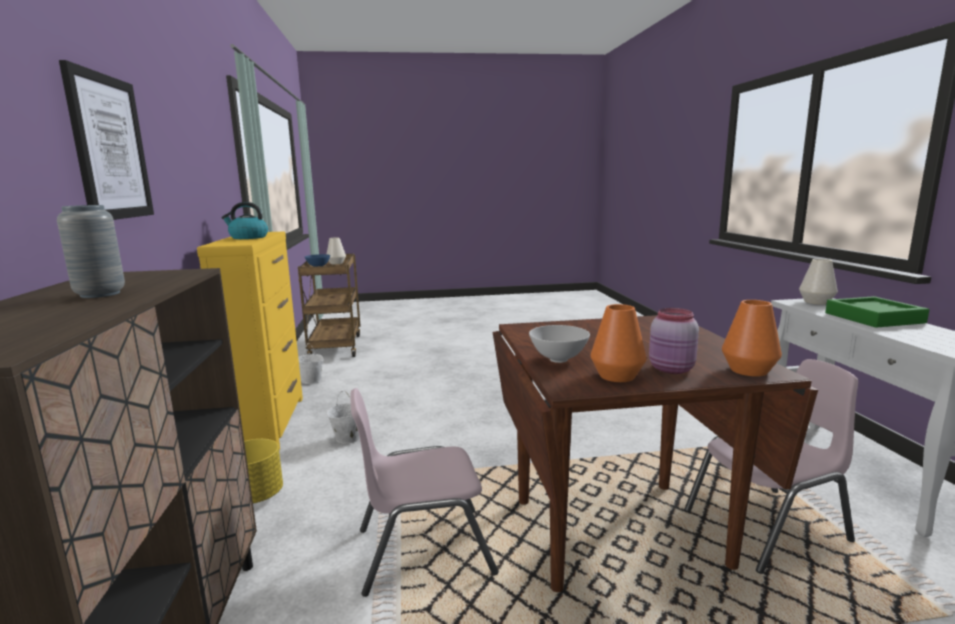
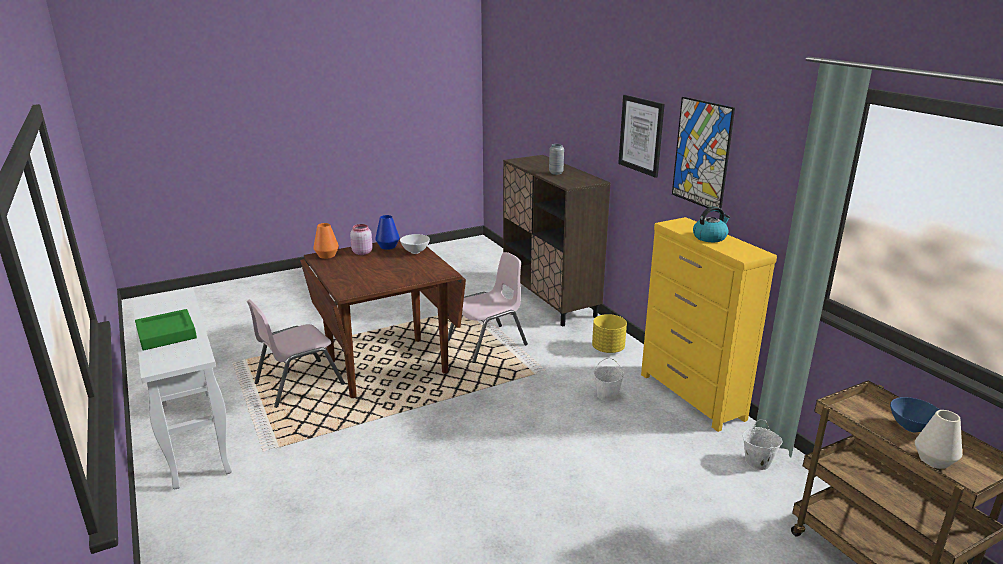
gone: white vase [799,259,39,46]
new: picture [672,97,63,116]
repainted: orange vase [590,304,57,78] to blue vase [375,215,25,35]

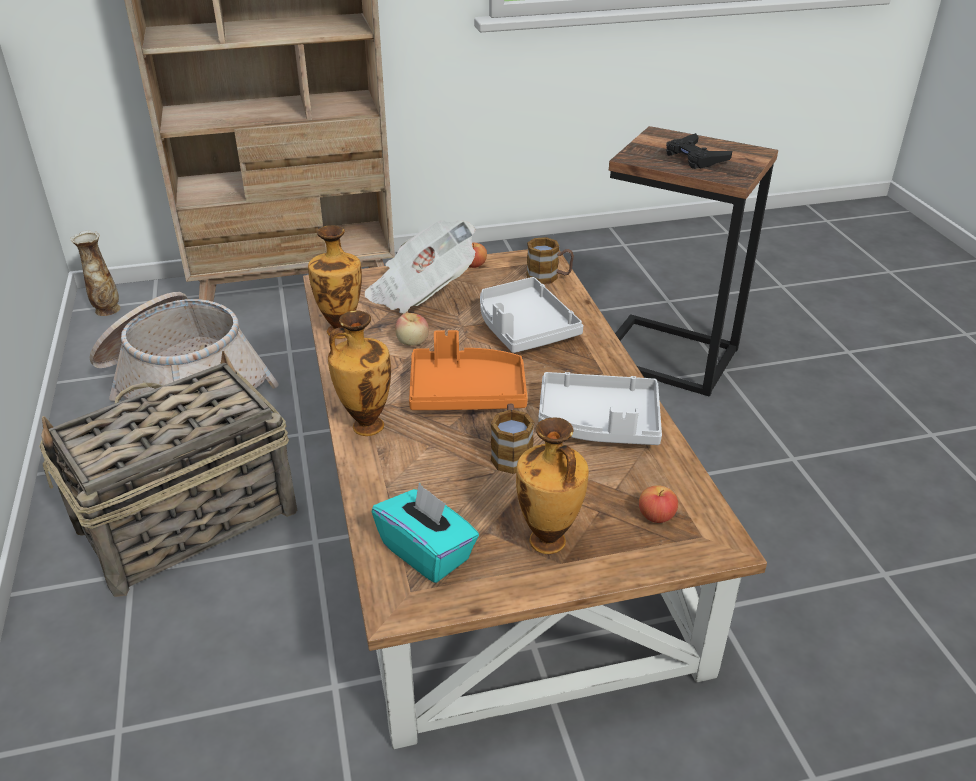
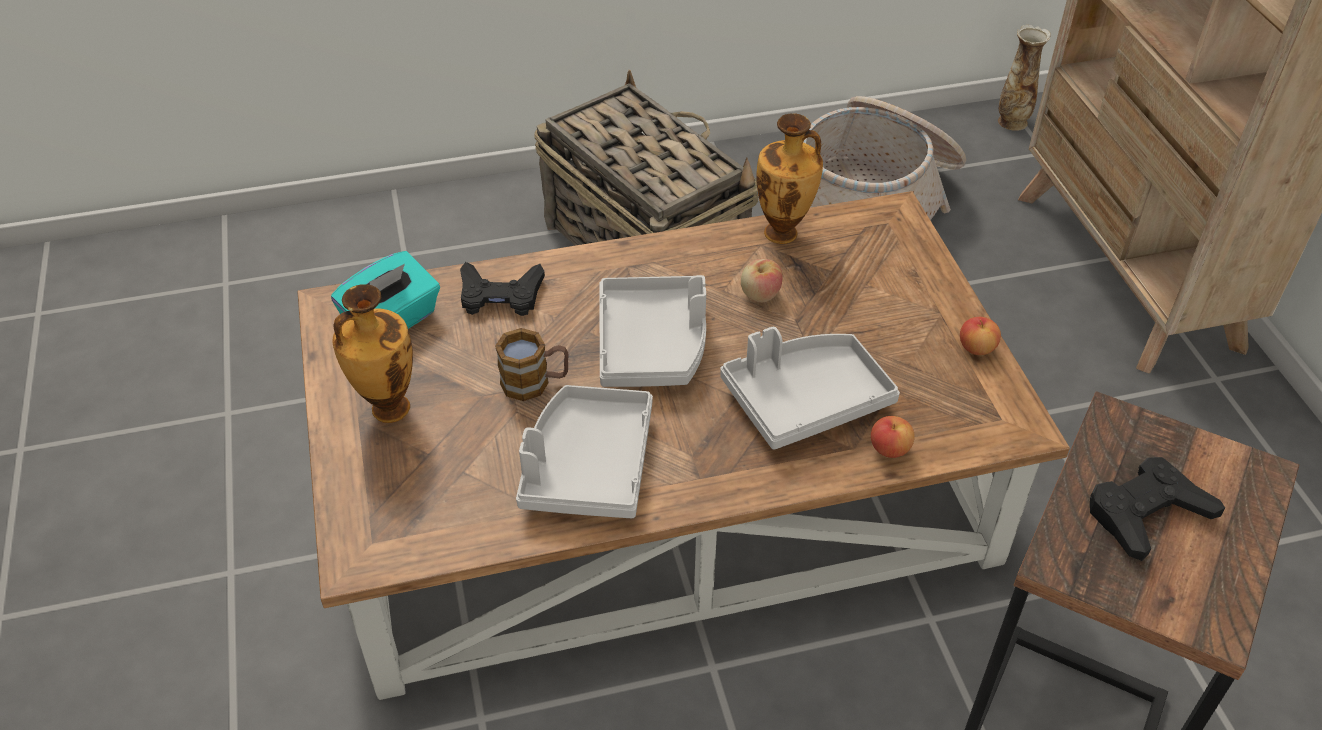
gone: vase [328,310,63,126]; newspaper [365,220,111,94]; mug [526,237,48,47]
new: black game controller [460,262,85,54]
shifted: apple [639,485,39,38] to [871,416,44,42]
repainted: orange tray [409,330,119,80] to grey tray [600,275,106,112]

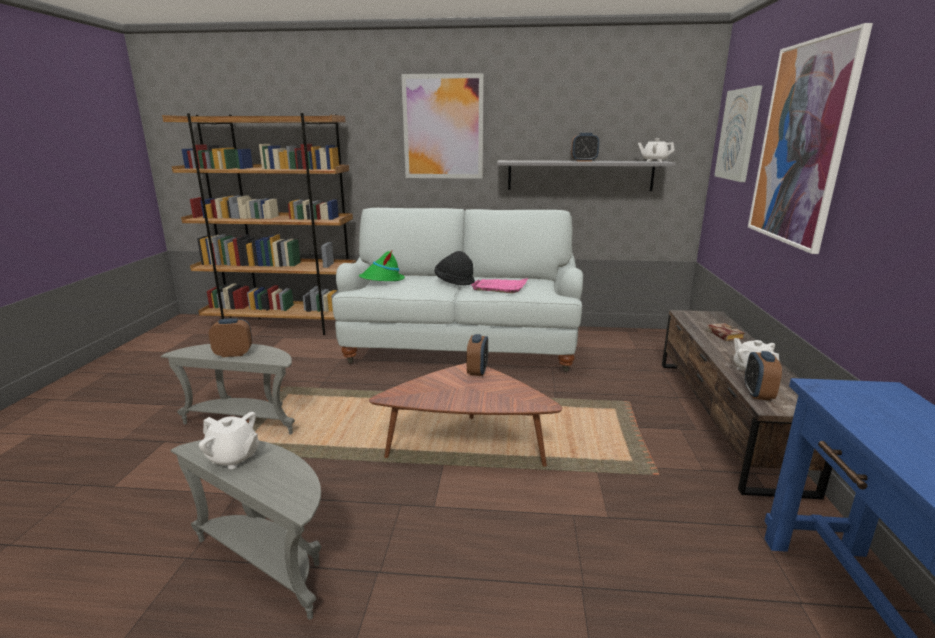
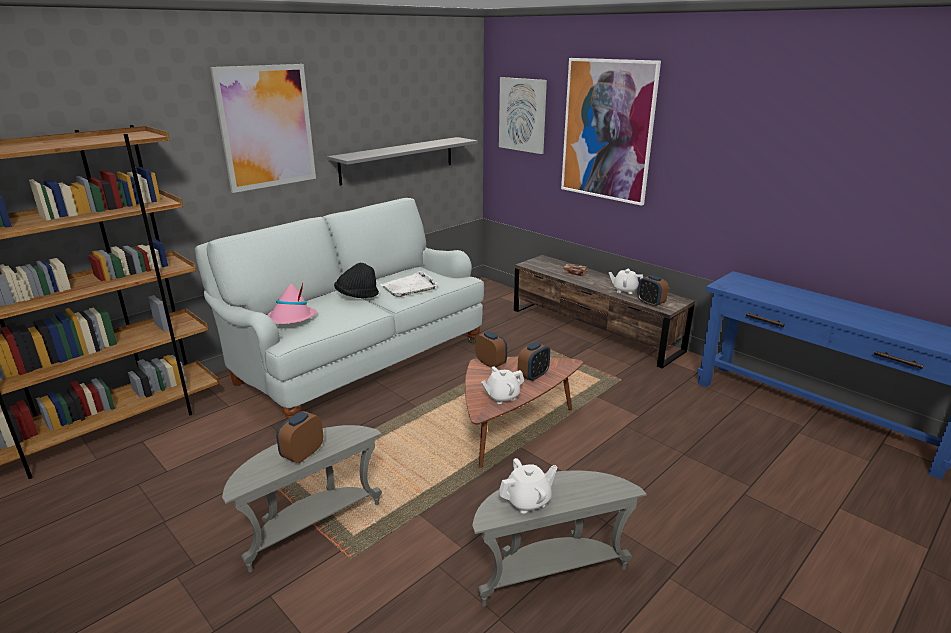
shifted: white teapot [638,138,37,24] to [481,367,43,37]; alarm clock [571,133,28,28] to [518,342,32,39]
repainted: green hat [359,251,46,30] to pink hat [267,283,49,41]; pink tray [471,278,57,15] to white tray [380,271,58,26]

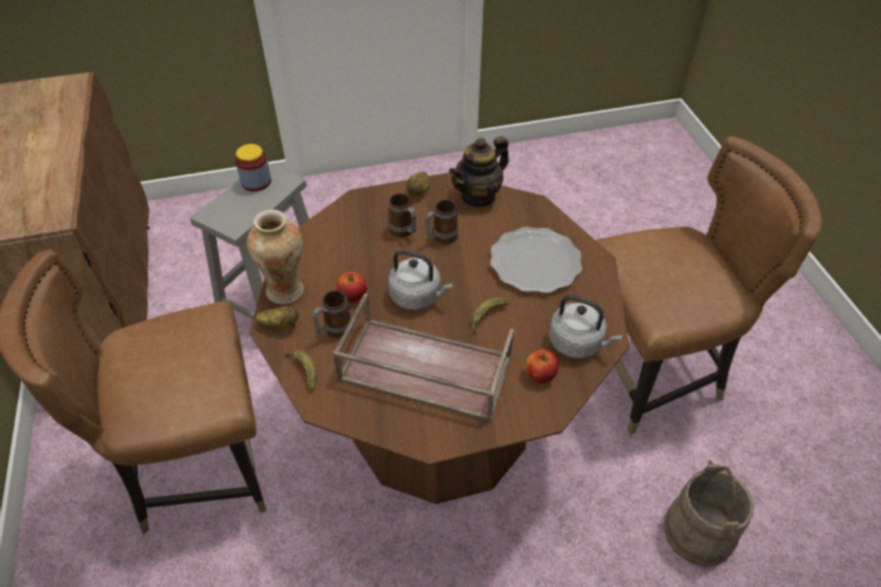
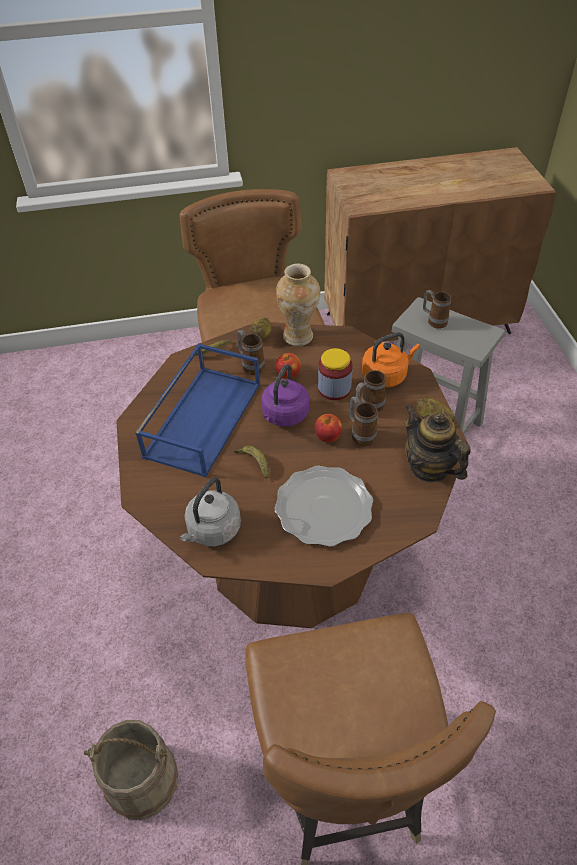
new: orange kettle [362,332,58,55]; mug [423,290,28,39]
shifted: apple [526,349,33,34] to [314,414,28,29]; jar [235,144,36,47] to [318,348,35,52]
repainted: brown tray [333,293,181,129] to blue tray [135,343,125,135]; grey kettle [388,249,65,61] to purple kettle [262,364,47,63]

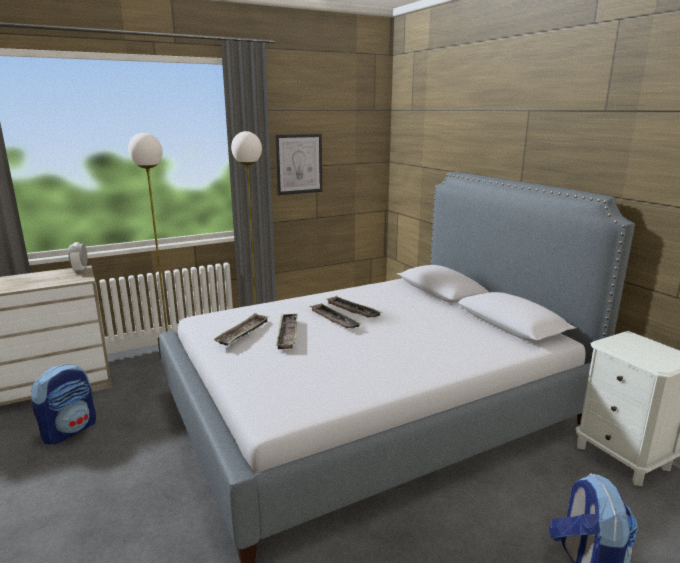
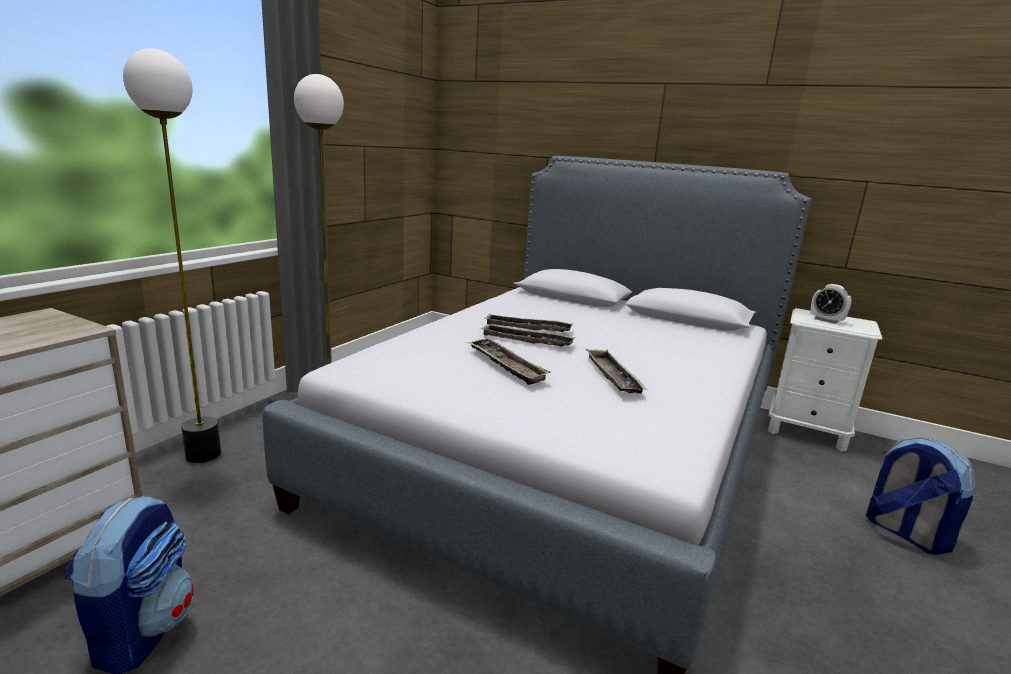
gone: picture [275,134,47,61]
shifted: tray [213,313,56,33] to [586,349,61,45]; alarm clock [68,242,20,31] to [810,284,41,40]

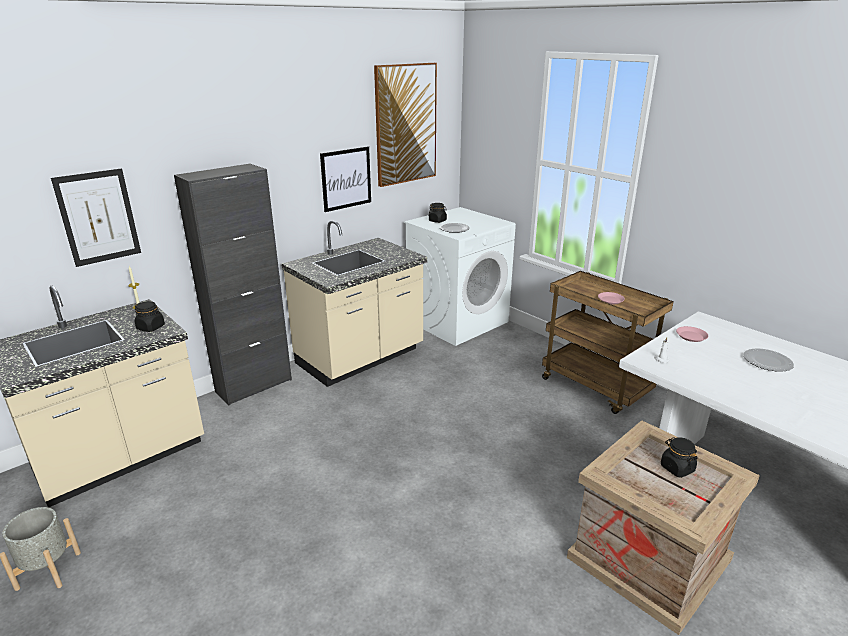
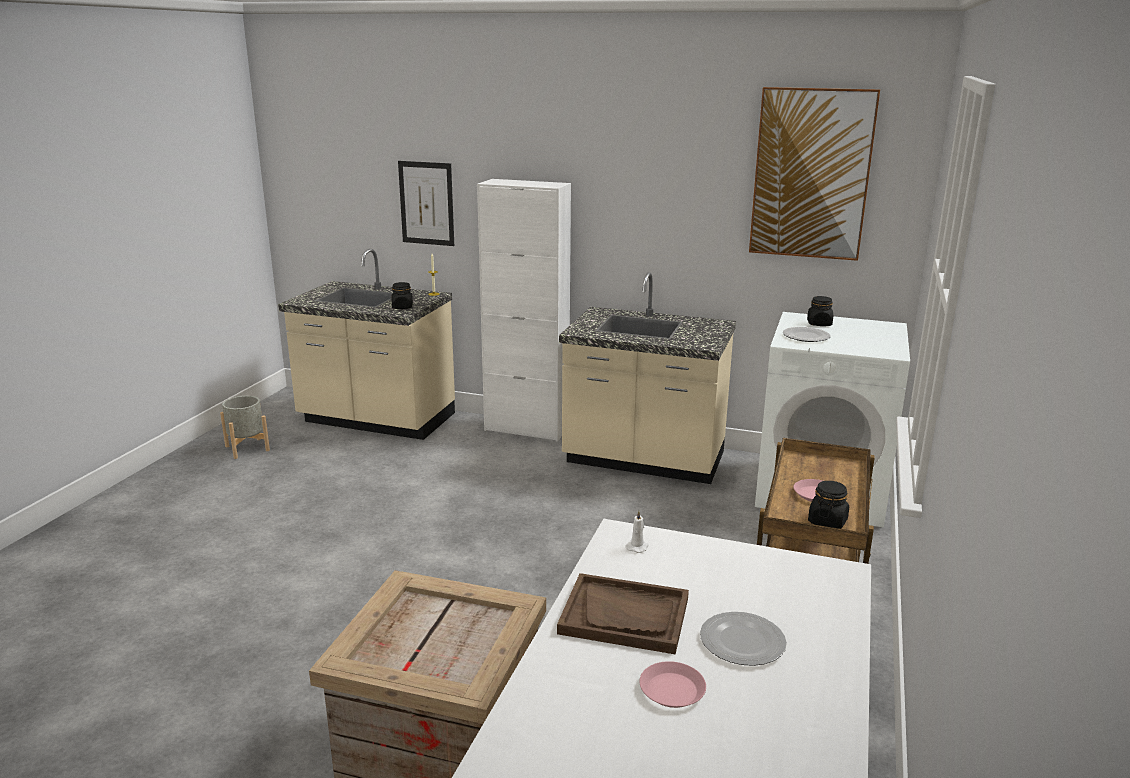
gone: picture [320,146,51,66]
new: brown tray [557,573,132,81]
shifted: pink plate [676,326,32,16] to [639,661,67,47]; black jar [661,437,37,41] to [808,481,41,48]
repainted: black cabinet [174,164,118,241] to white cabinet [477,179,94,263]

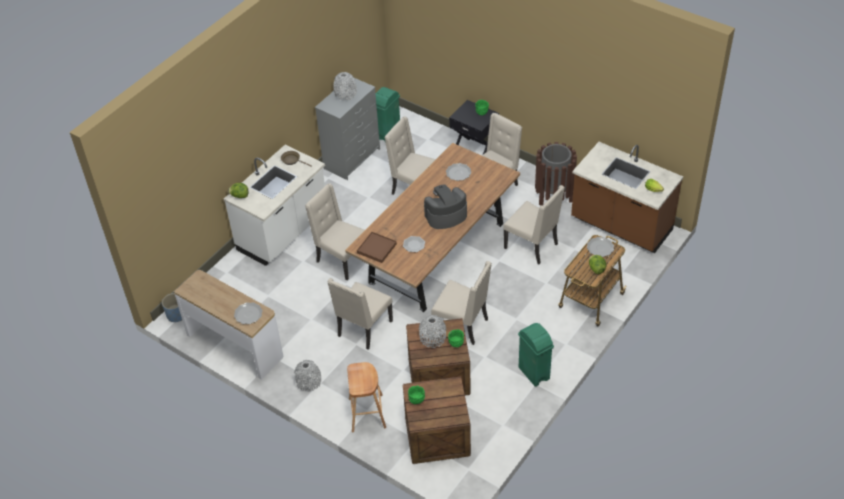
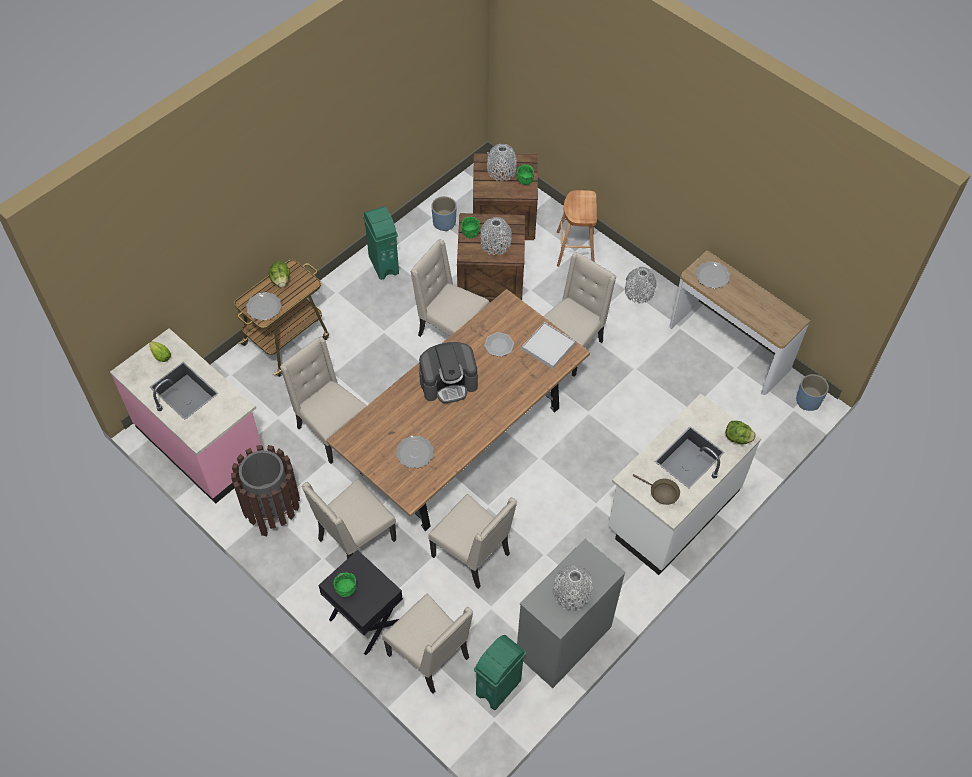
new: blue planter [431,196,26,35]; grey vase [487,144,30,37]
shifted: beige chair [305,183,60,97] to [382,594,91,100]
repainted: brown counter [571,142,112,111] to pink counter [110,328,151,176]; brown tray [357,232,40,31] to white tray [522,322,53,47]

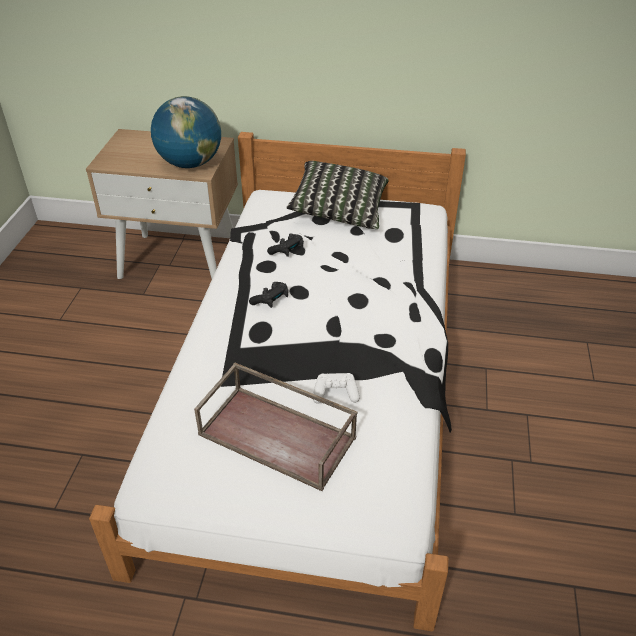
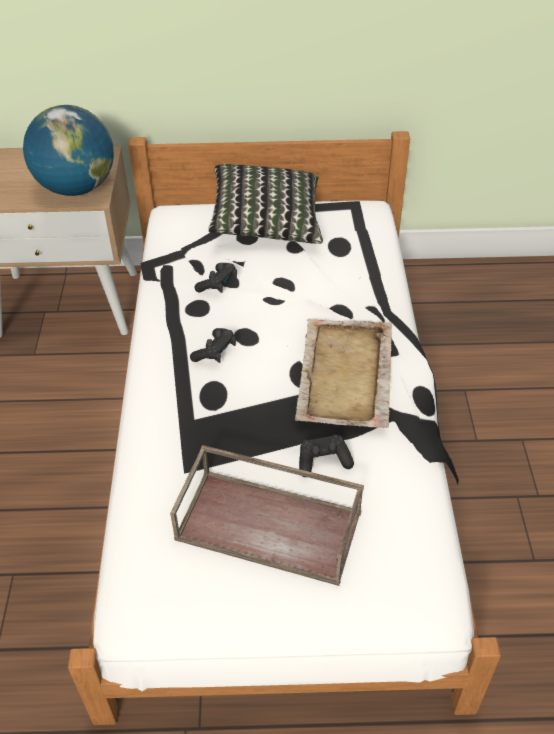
new: beige tray [295,319,97,109]
repainted: white game controller [313,373,47,31] to black game controller [299,435,55,42]

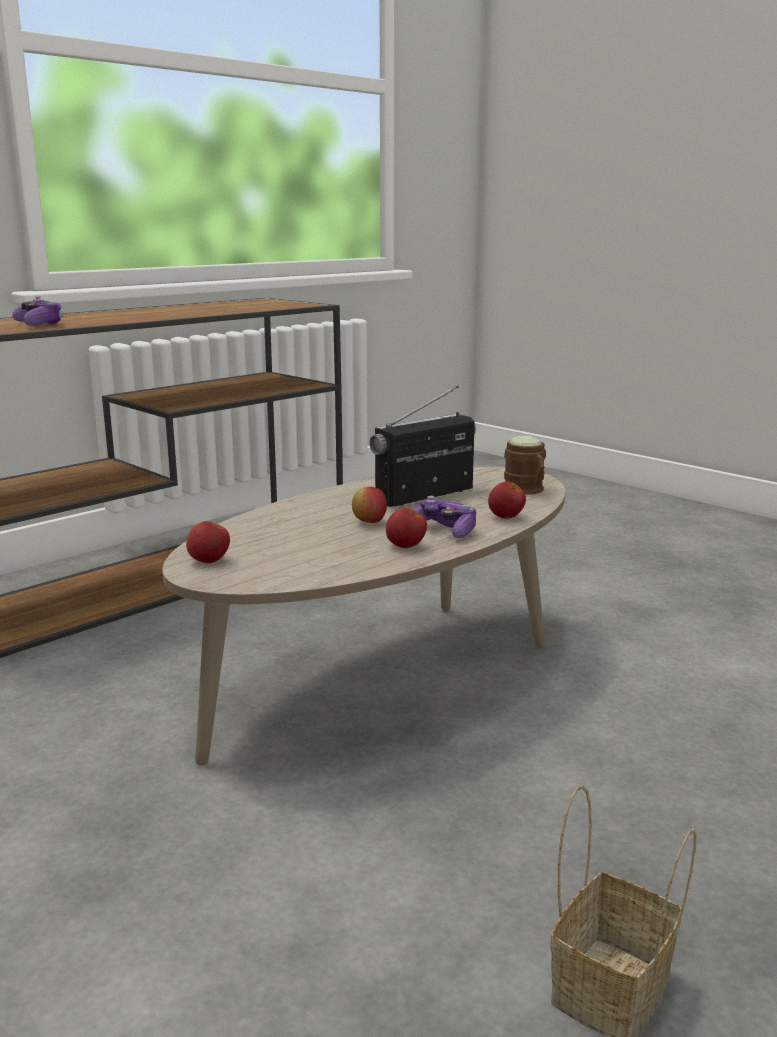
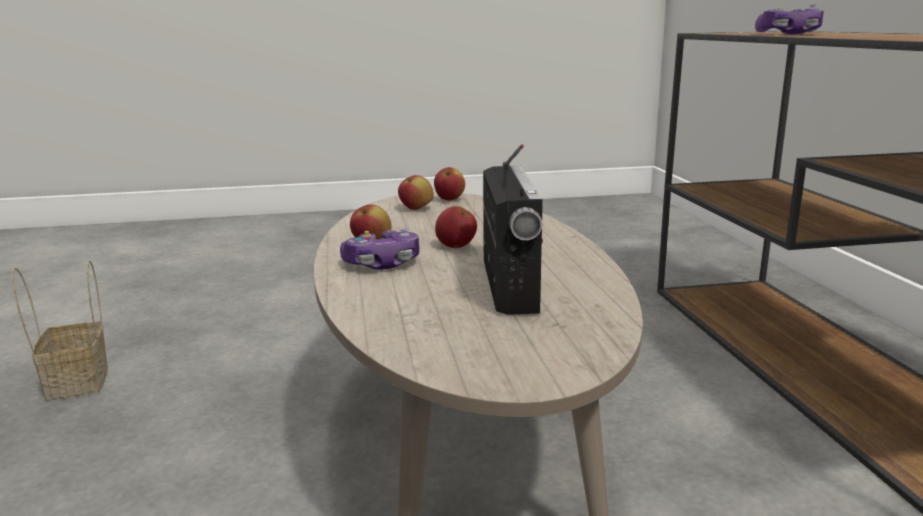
gone: brown mug [504,435,42,60]
shifted: apple [488,482,38,37] to [398,175,36,35]

